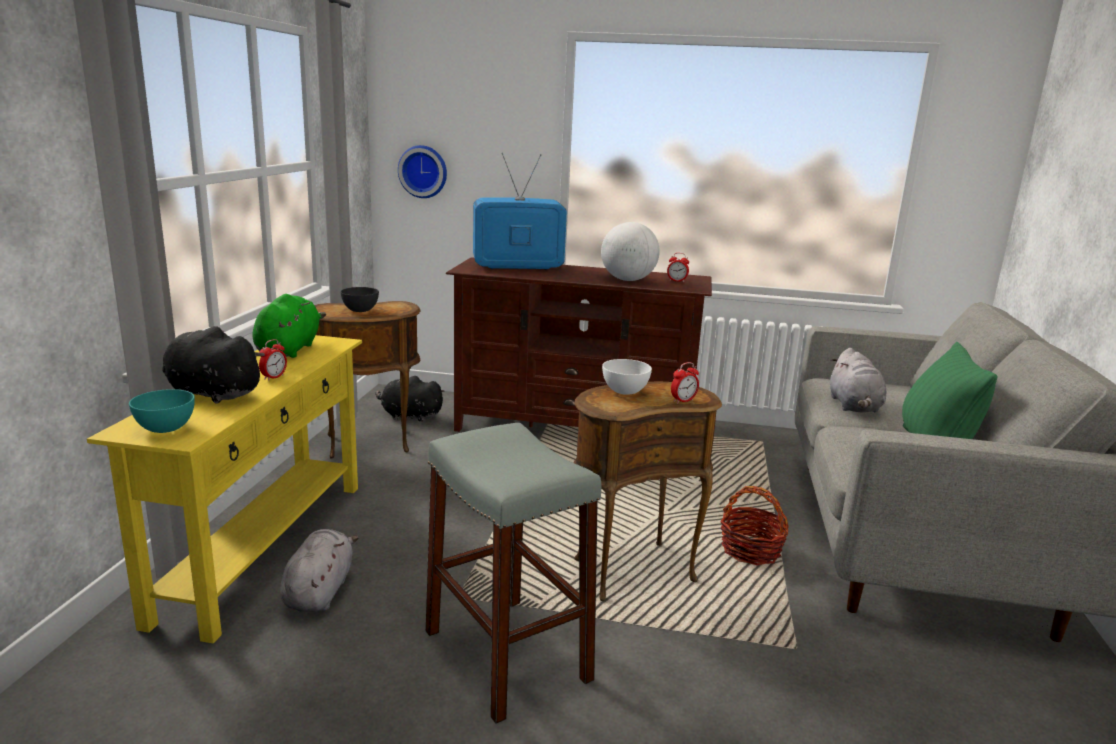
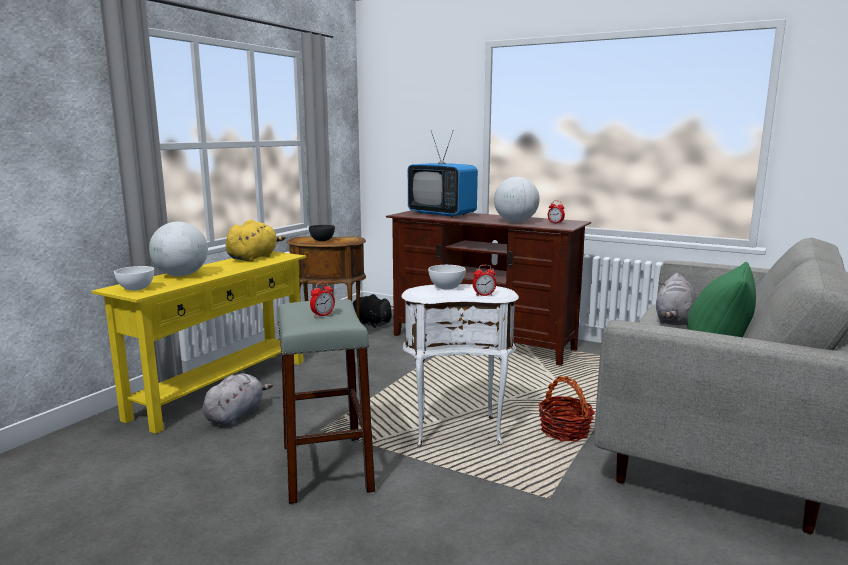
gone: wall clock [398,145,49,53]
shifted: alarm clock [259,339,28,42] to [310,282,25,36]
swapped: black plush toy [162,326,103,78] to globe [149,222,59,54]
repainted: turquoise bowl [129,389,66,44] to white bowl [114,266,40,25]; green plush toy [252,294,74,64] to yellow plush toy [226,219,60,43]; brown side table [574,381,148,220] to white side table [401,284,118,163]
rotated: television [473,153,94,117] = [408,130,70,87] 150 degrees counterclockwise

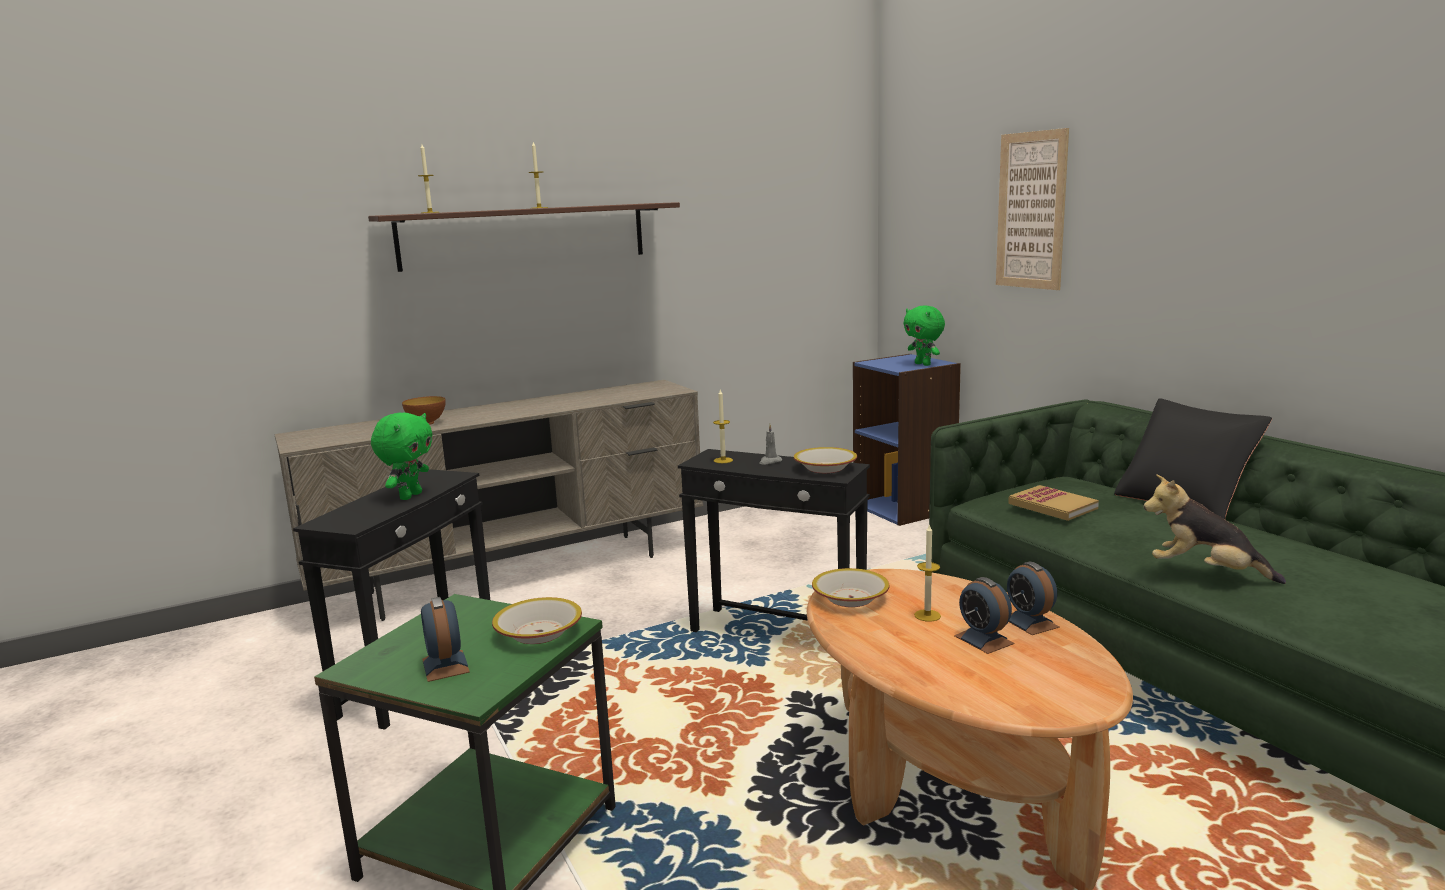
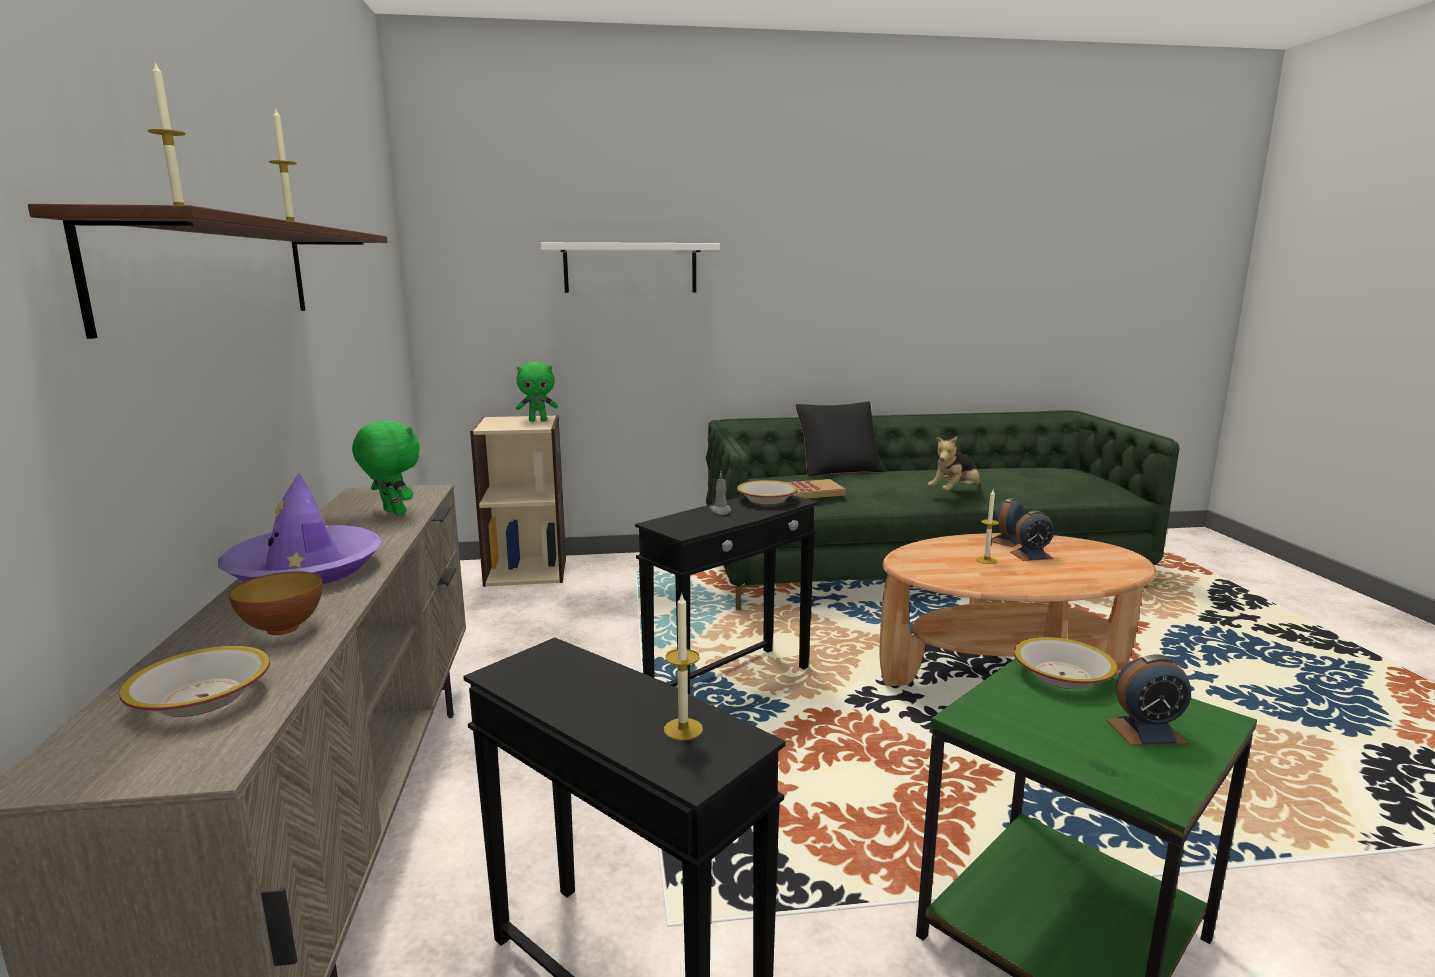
new: purple hat [218,473,164,111]
shifted: bowl [812,568,78,39] to [119,646,151,71]; green plush toy [371,412,62,88] to [352,420,68,96]; candle [713,390,20,73] to [664,593,39,148]
swapped: picture [996,128,73,162] to white shelf [541,242,179,51]
repainted: blue bookcase [853,354,108,172] to beige bookcase [470,415,96,172]
rotated: alarm clock [1007,562,53,73] = [991,498,33,49] 135 degrees clockwise

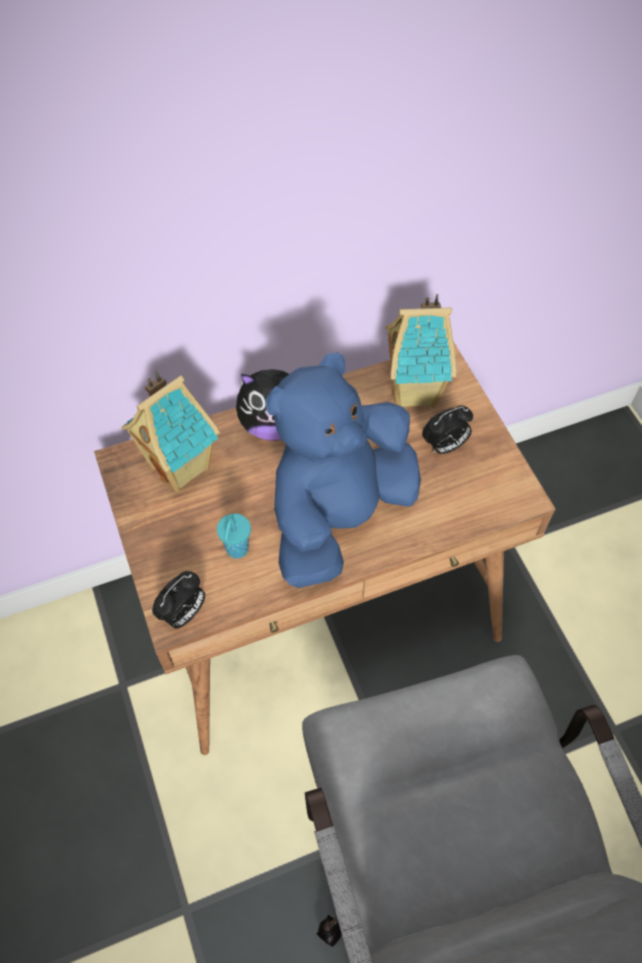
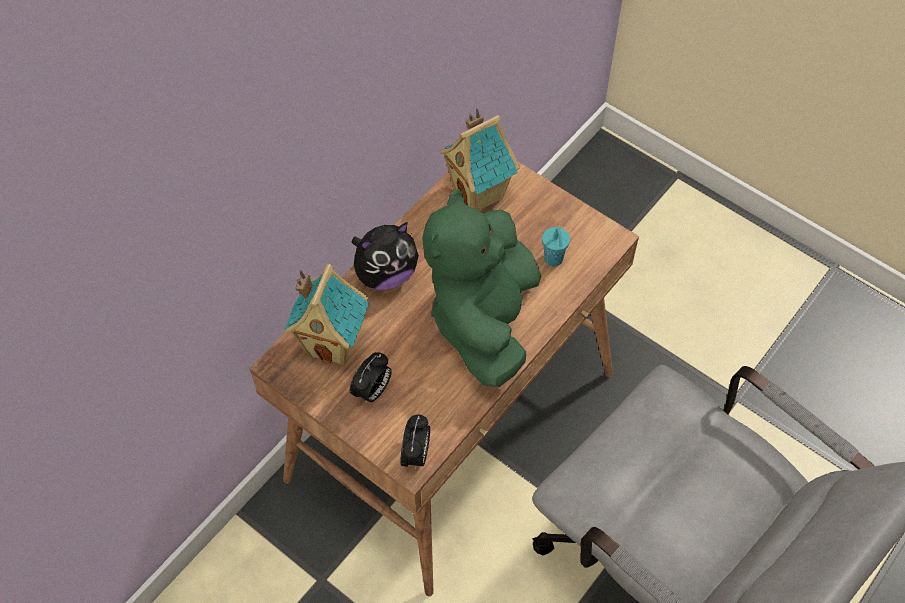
shifted: alarm clock [422,405,51,49] to [350,352,42,52]; turquoise cup [217,514,34,44] to [542,227,28,39]
repainted: blue plush toy [266,353,155,235] to green plush toy [422,189,119,198]

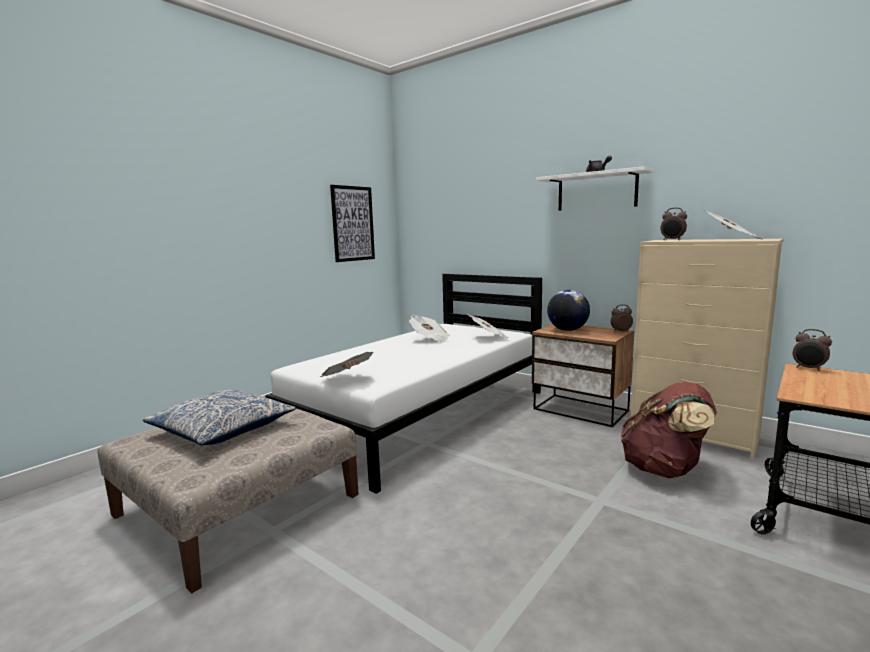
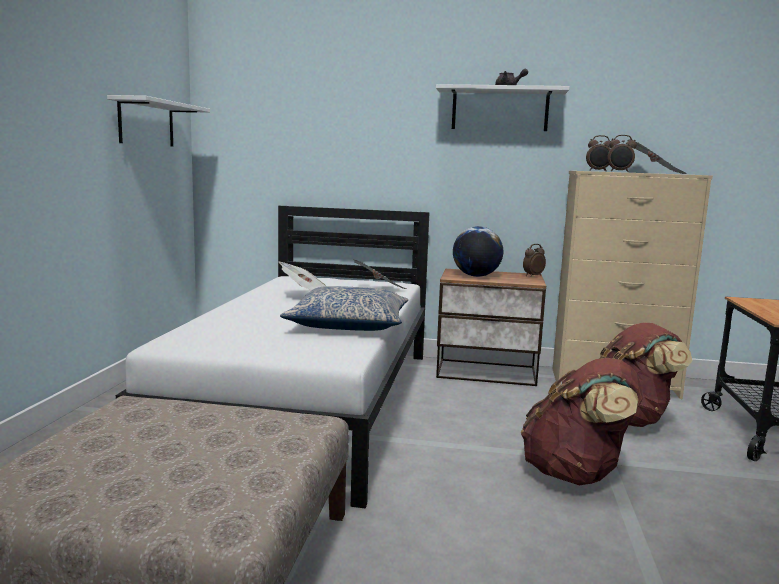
gone: newspaper [320,352,54,25]
new: brown backpack [521,358,122,127]
shifted: pillow [143,389,153,56] to [280,286,128,45]; alarm clock [793,329,39,42] to [607,135,30,37]
swapped: picture [330,185,45,77] to white shelf [107,95,103,52]

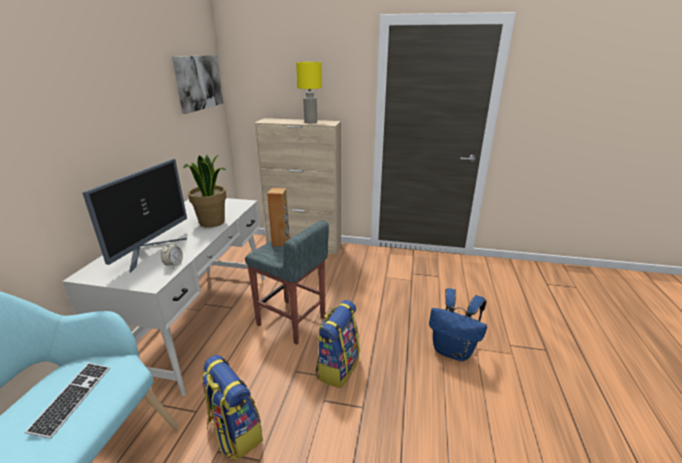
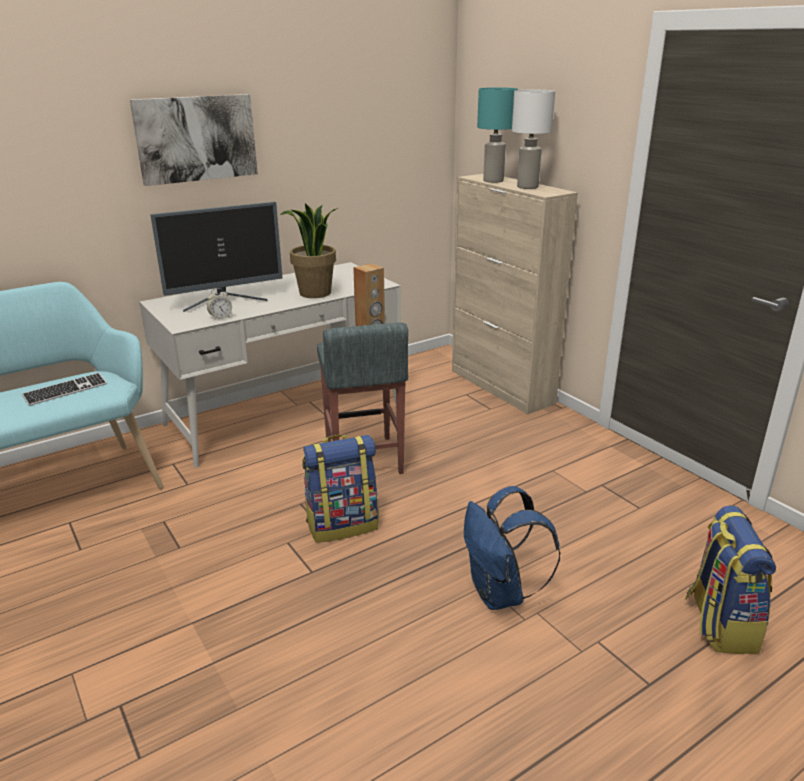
new: turquoise table lamp [477,87,41,96]
shifted: picture [172,55,51,59] to [130,94,128,92]; backpack [201,355,62,105] to [685,506,91,148]
repainted: yellow table lamp [296,62,26,61] to white table lamp [512,90,43,99]

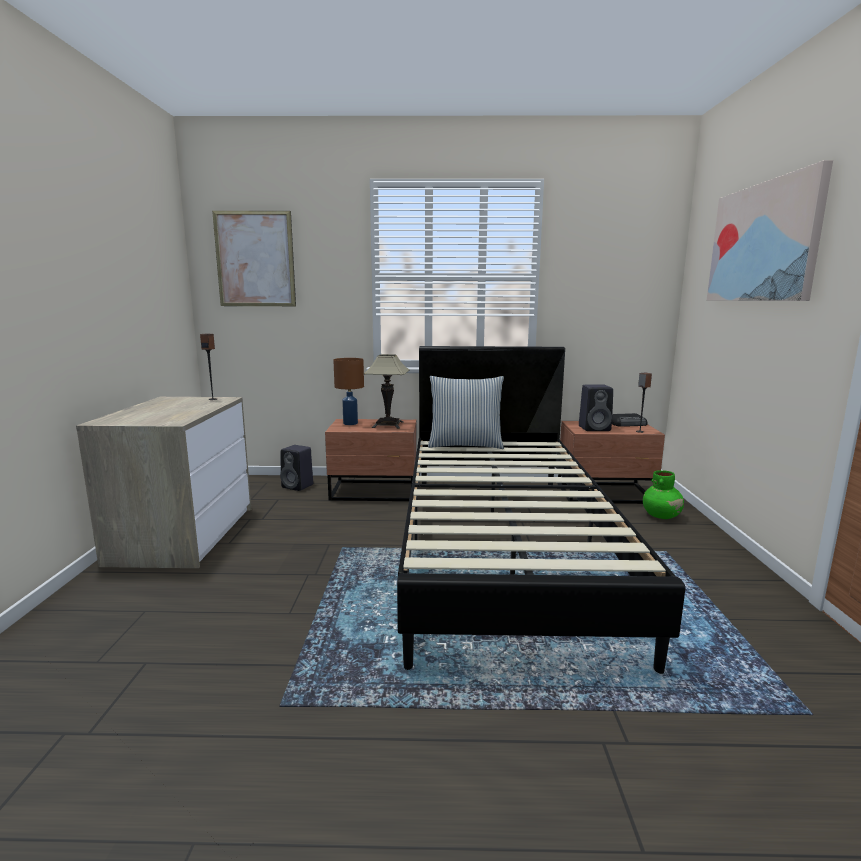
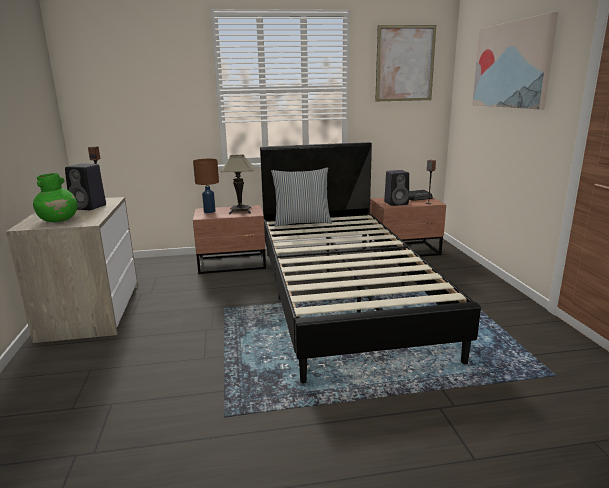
shifted: green vase [643,470,41,49] to [33,173,45,49]; black speaker [280,445,33,46] to [65,163,41,47]; picture [212,211,84,95] to [375,25,61,76]

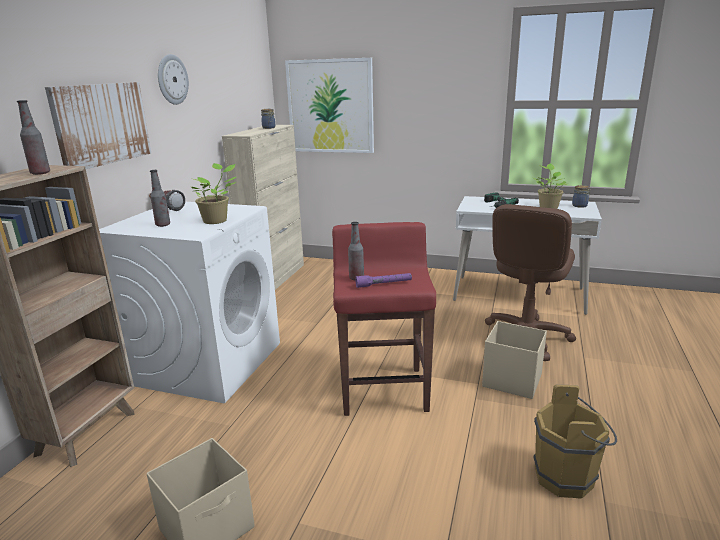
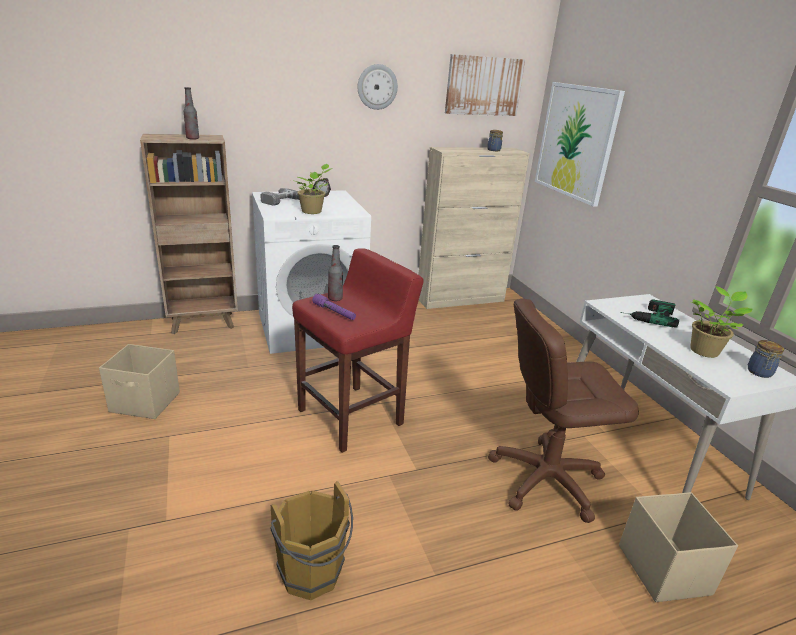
shifted: picture [45,82,106,87] to [445,54,80,62]; beige storage box [482,321,65,78] to [619,492,119,110]
swapped: bottle [150,170,20,57] to power drill [261,188,38,18]

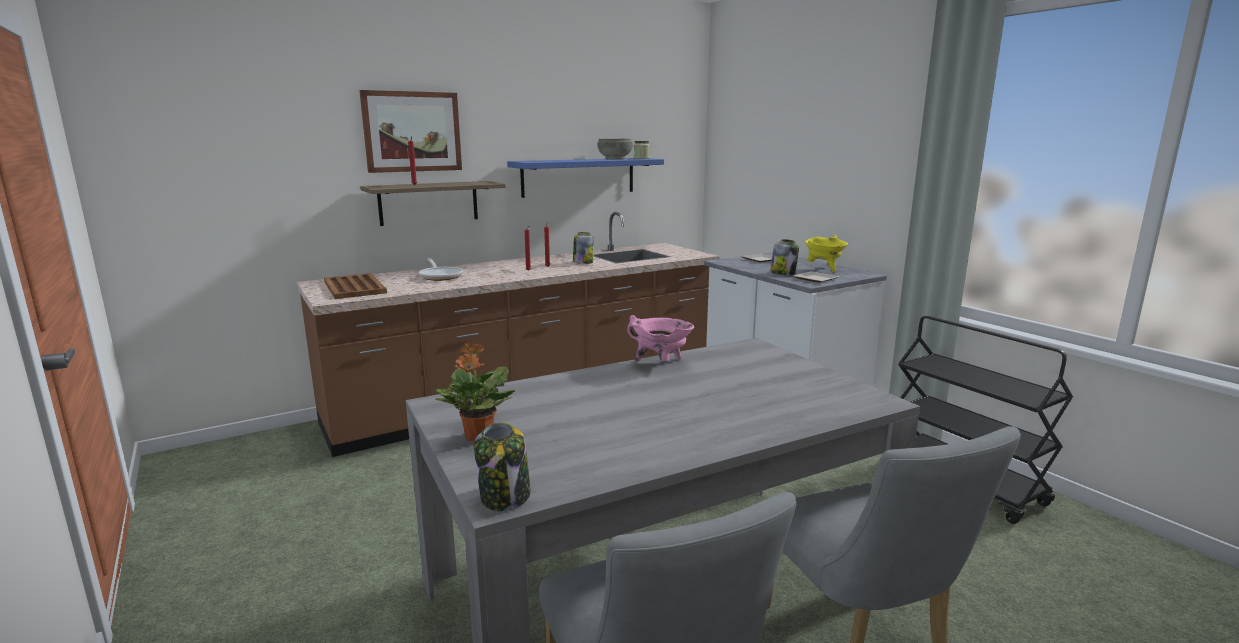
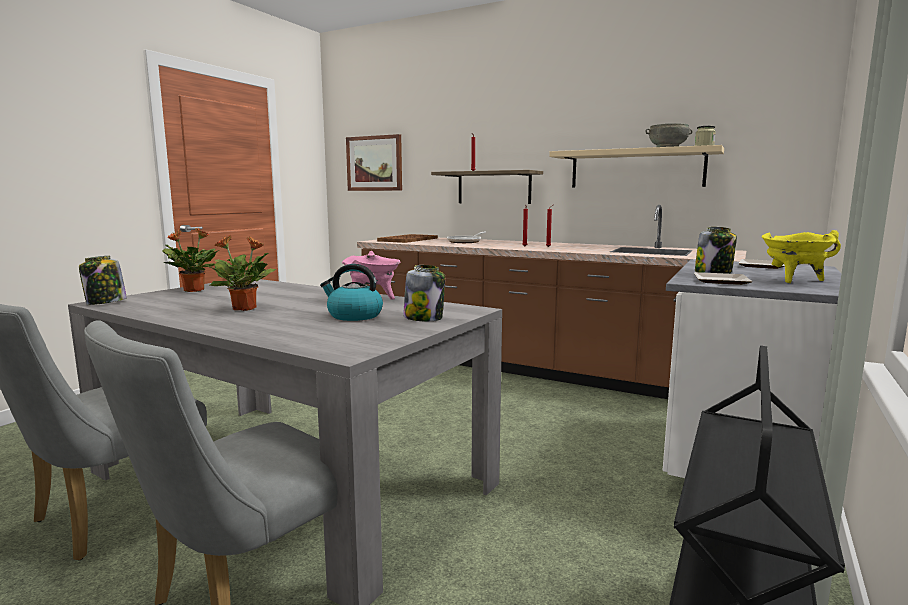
new: potted plant [206,235,70,76]; kettle [320,264,63,57]
shifted: picture [359,90,103,83] to [346,134,56,57]; jar [573,232,21,32] to [403,265,42,56]
repainted: blue shelf [507,158,157,40] to beige shelf [549,145,175,42]

